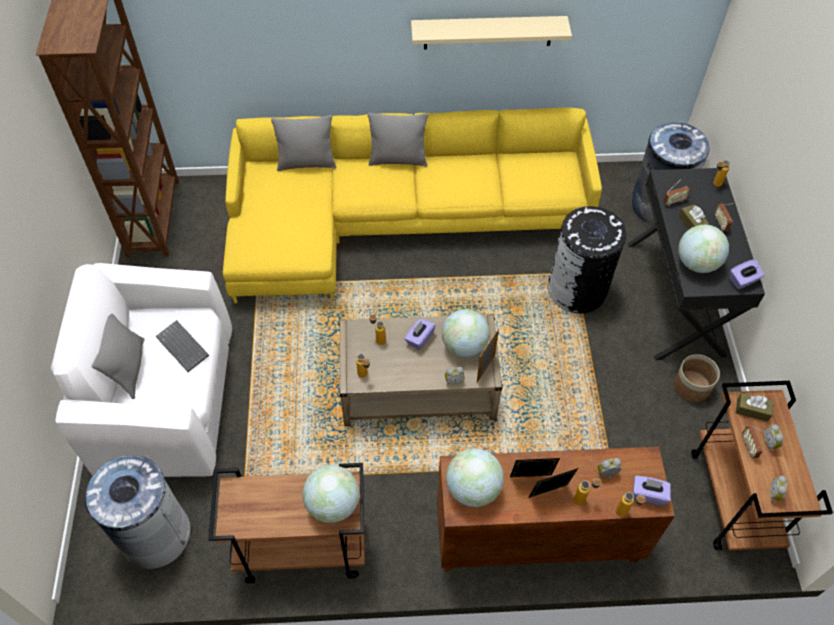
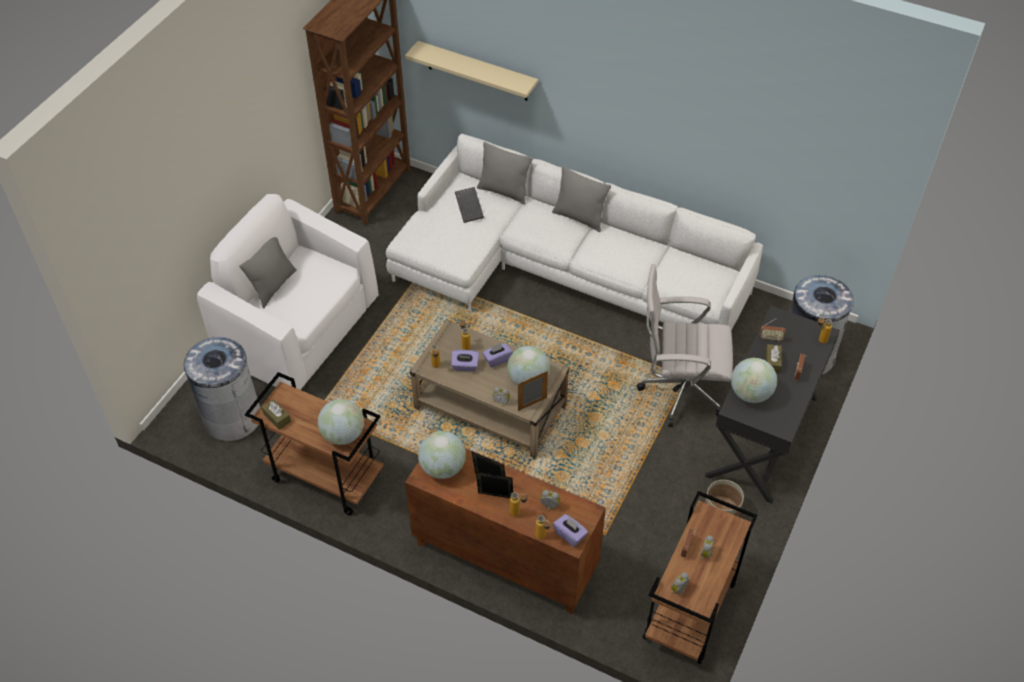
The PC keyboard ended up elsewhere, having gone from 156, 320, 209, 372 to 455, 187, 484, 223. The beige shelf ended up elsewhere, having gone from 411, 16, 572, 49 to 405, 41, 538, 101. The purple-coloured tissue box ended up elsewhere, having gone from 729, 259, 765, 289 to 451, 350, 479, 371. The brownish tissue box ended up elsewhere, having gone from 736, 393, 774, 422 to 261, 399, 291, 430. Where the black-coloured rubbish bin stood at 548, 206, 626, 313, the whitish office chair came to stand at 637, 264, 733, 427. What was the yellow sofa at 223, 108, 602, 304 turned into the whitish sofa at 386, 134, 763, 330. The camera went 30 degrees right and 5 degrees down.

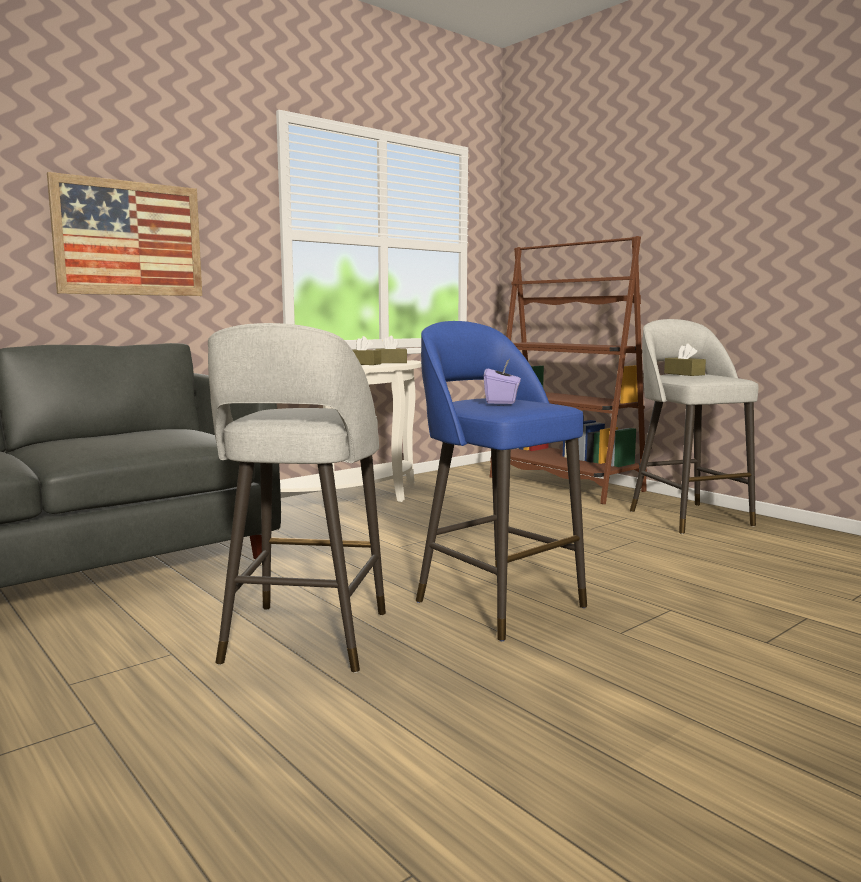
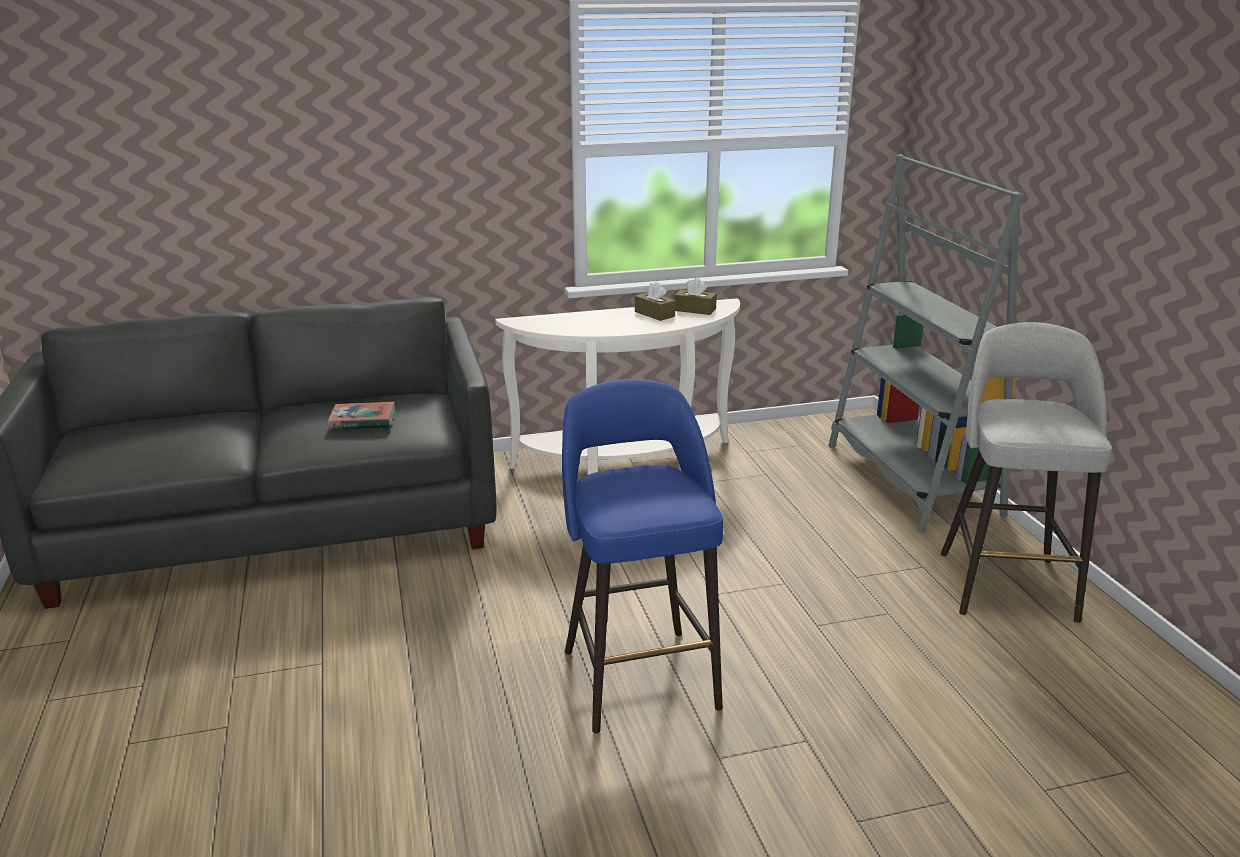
The second view lost the picture at 47, 172, 202, 296. The second view lost the grey stool seat at 208, 323, 386, 673. The second view lost the purple-coloured tissue box at 484, 359, 521, 404. The second view lost the brownish tissue box at 664, 343, 706, 376. The second view gained the bound book at 328, 401, 395, 430. What was the brownish bookcase at 490, 236, 647, 504 turned into the grey bookcase at 828, 154, 1024, 532. The camera went 25 degrees right and 15 degrees up.

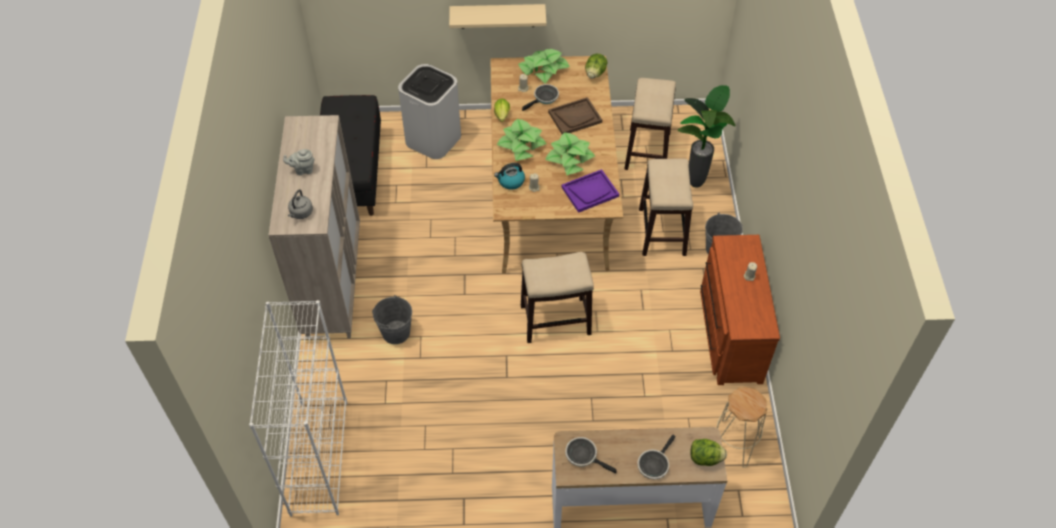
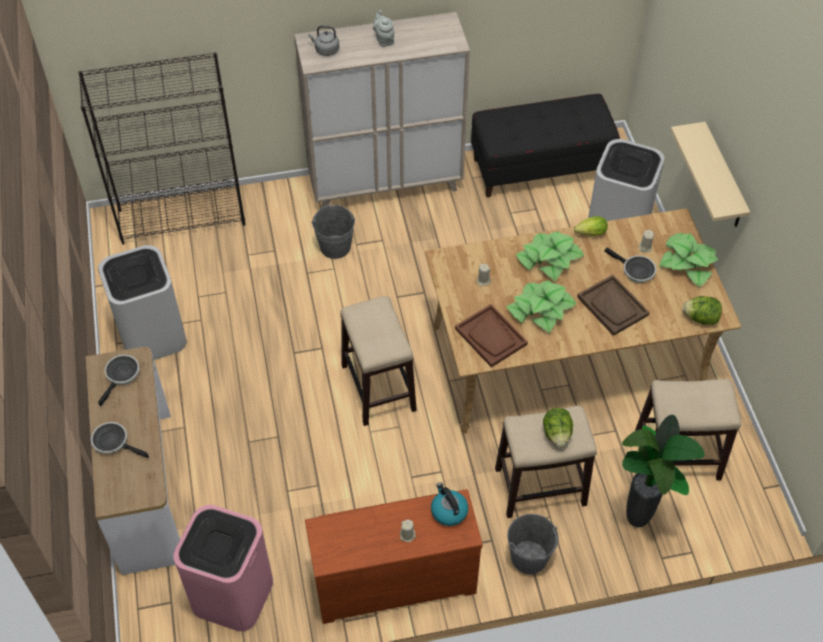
The second view gained the whitish rubbish bin at 98, 245, 187, 360. The kettle ended up elsewhere, having gone from 494, 163, 525, 190 to 431, 482, 468, 526. The lettuce head ended up elsewhere, having gone from 690, 439, 727, 466 to 543, 408, 573, 447. Where the beige stool seat stood at 717, 387, 767, 468, the pinkish rubbish bin came to stand at 174, 505, 273, 631. What was the whitish bookcase at 249, 300, 348, 517 turned into the black-coloured bookcase at 78, 52, 245, 245. What was the purple-coloured carrying tray at 561, 169, 619, 213 turned into the brownish carrying tray at 455, 304, 528, 368. The camera went 80 degrees right and 0 degrees up.

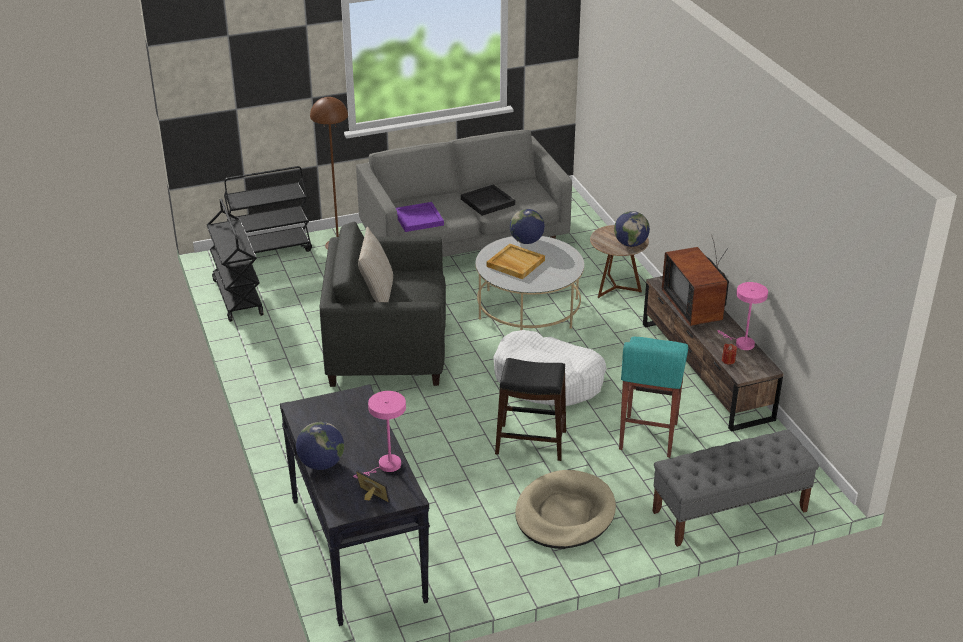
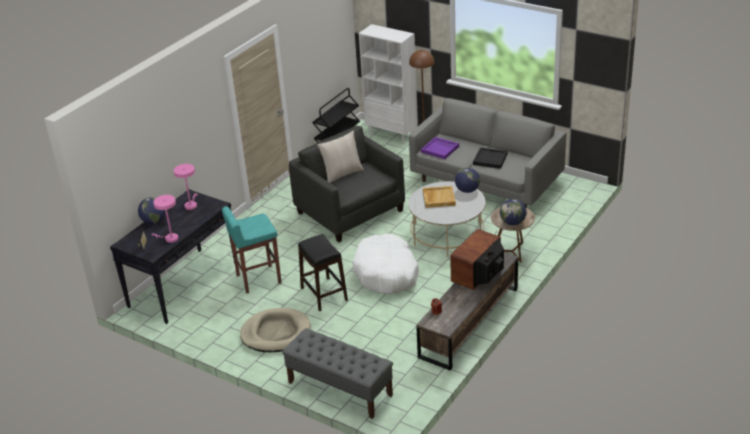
The turquoise stool seat ended up elsewhere, having gone from 619, 337, 688, 457 to 222, 206, 282, 294. The pinkish tabletop lamp ended up elsewhere, having gone from 717, 282, 768, 350 to 174, 164, 198, 210. Where the black-coloured wheeled cart stood at 224, 166, 312, 253, the whitish bookcase came to stand at 359, 24, 418, 144. The camera went 55 degrees right and 0 degrees up.

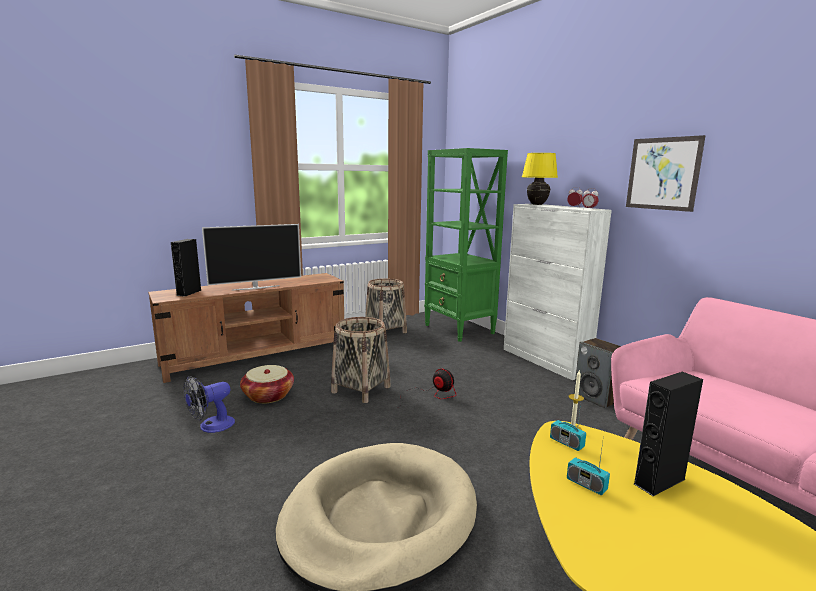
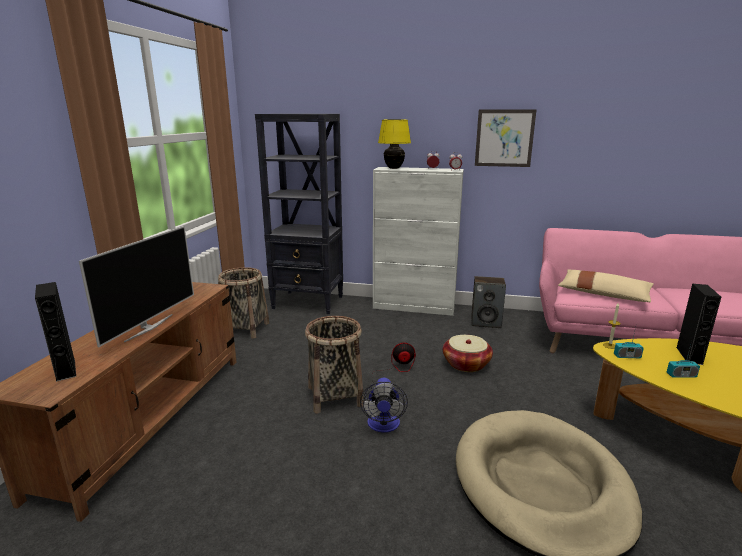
The second view gained the beige cushion at 558, 270, 654, 302. The cooling fan ended up elsewhere, having gone from 184, 376, 235, 433 to 360, 378, 408, 433. The basket ended up elsewhere, having gone from 240, 365, 294, 403 to 443, 335, 493, 372. What was the greenish bookcase at 424, 148, 508, 342 turned into the black-coloured bookcase at 255, 114, 343, 314. The camera went 45 degrees left and 5 degrees up.

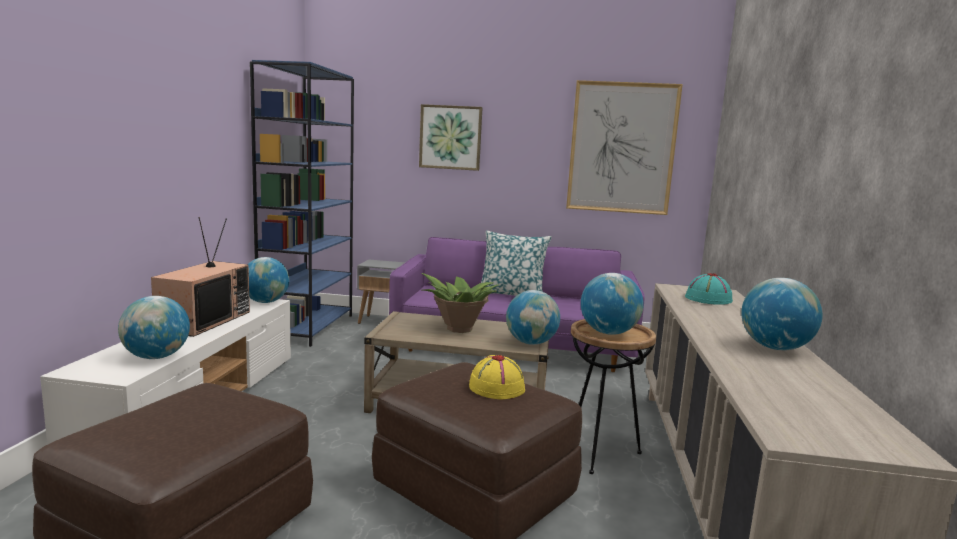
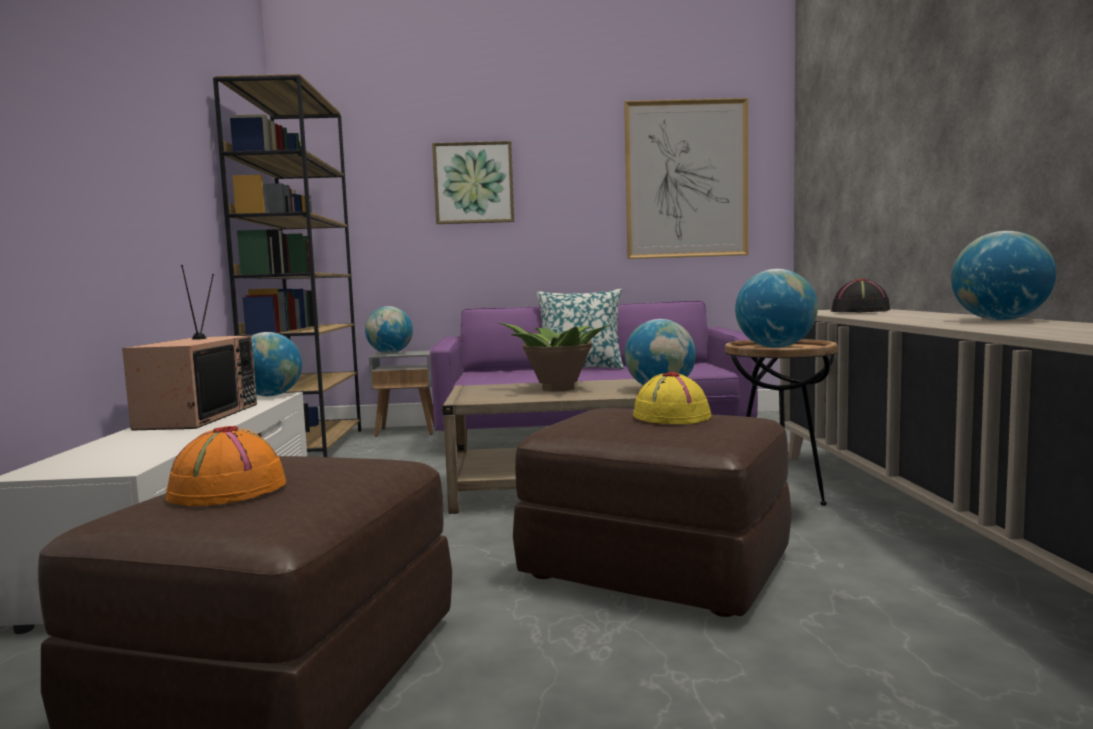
The second view gained the orangey wearable hat at 166, 426, 286, 506. The world globe ended up elsewhere, having gone from 118, 296, 190, 359 to 365, 306, 413, 353. What was the blue bookcase at 250, 60, 354, 347 turned into the brownish bookcase at 213, 74, 361, 457. What was the turquoise wearable hat at 685, 273, 733, 305 turned into the black-coloured wearable hat at 831, 279, 890, 312. The camera went 10 degrees left and 5 degrees down.

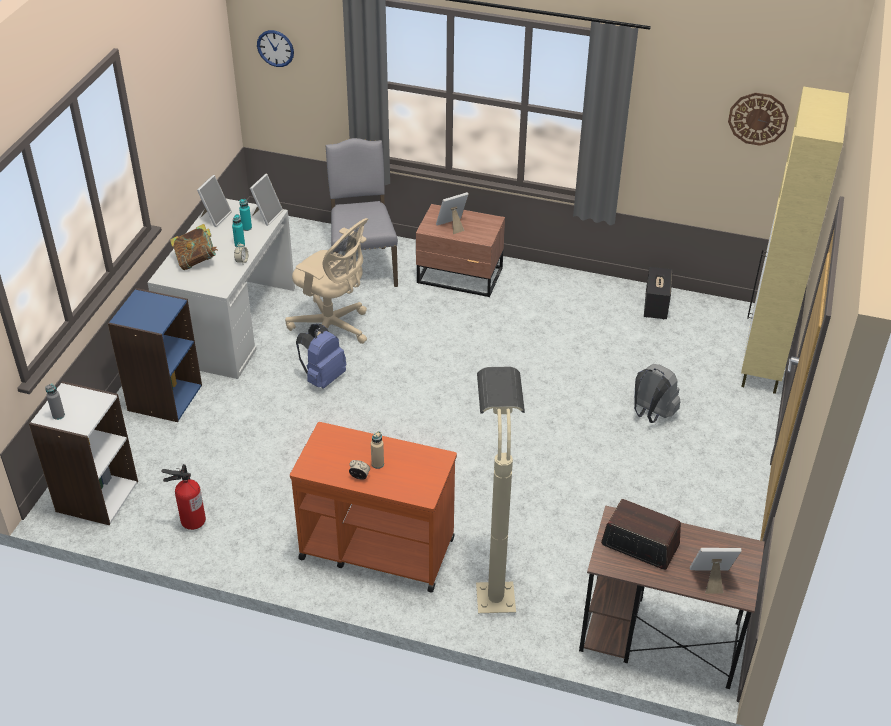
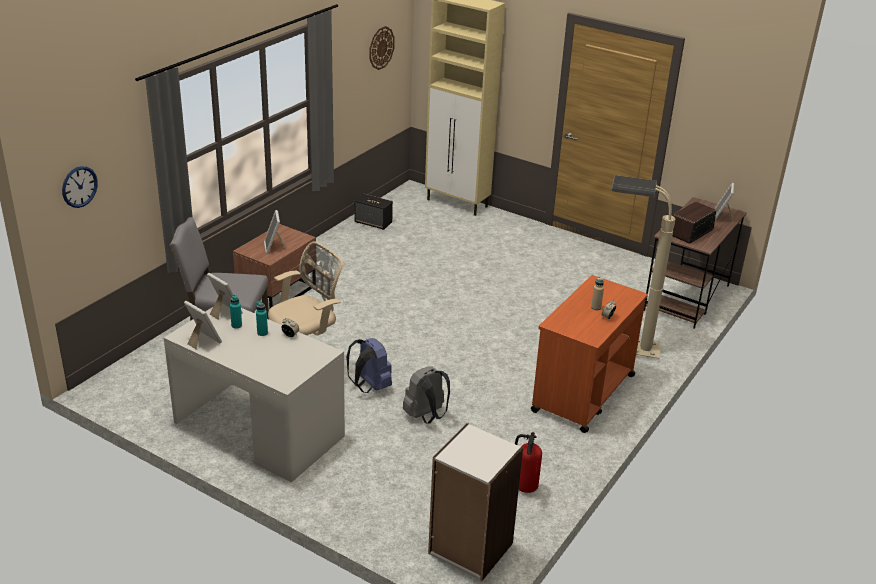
The second view lost the grey drink bottle at 45, 384, 65, 420. The second view lost the blue bookcase at 108, 288, 202, 422. The second view lost the bound book at 170, 224, 218, 270. The grey knapsack ended up elsewhere, having gone from 634, 364, 680, 423 to 403, 366, 450, 424. The camera went 75 degrees left and 10 degrees down.

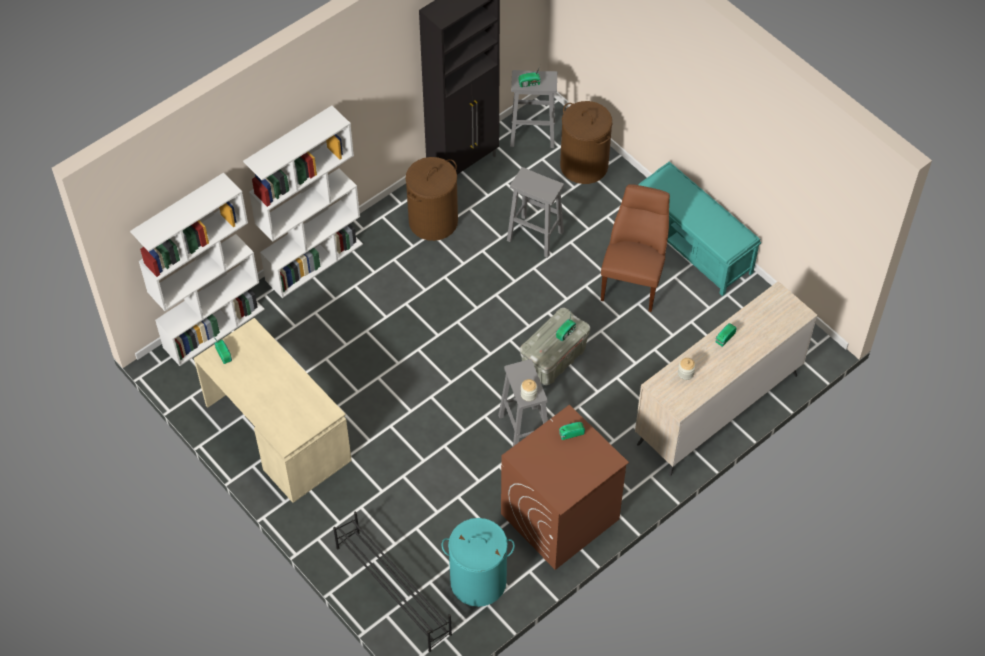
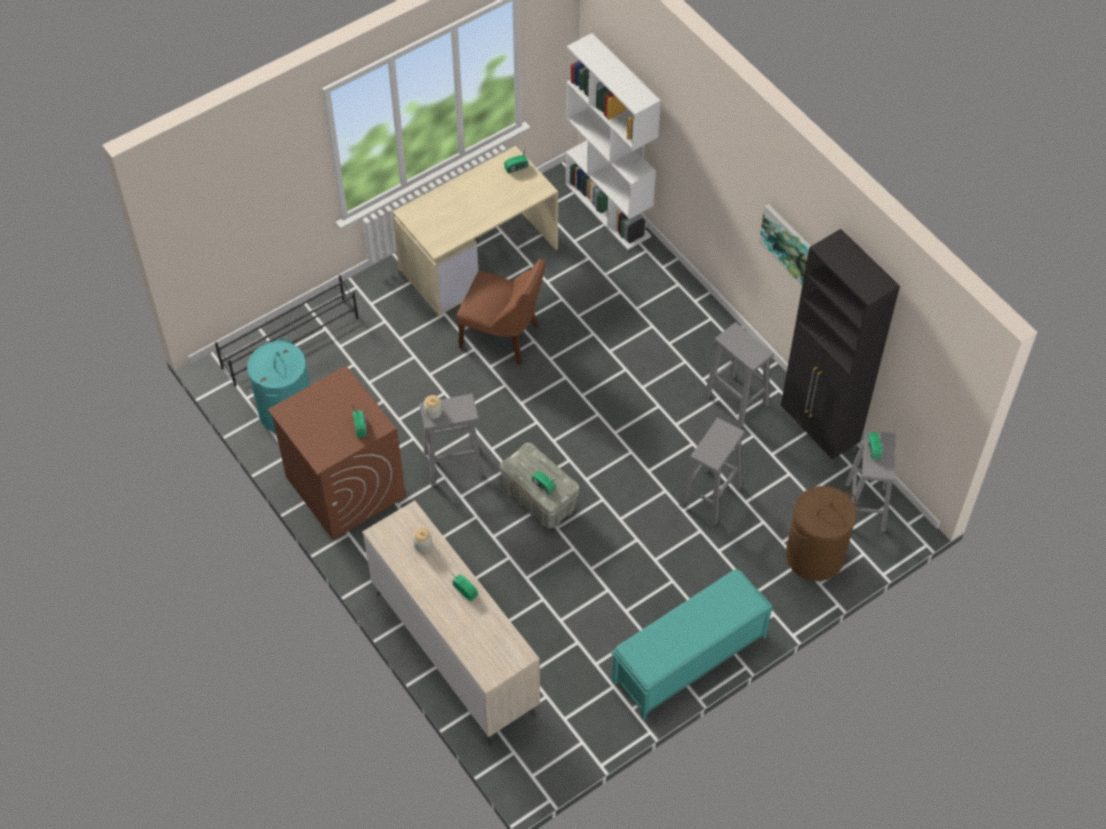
The second view lost the whitish bookcase at 243, 105, 363, 298. The second view gained the picture at 759, 204, 811, 286. The brownish upright chair ended up elsewhere, having gone from 601, 184, 670, 312 to 457, 259, 545, 365. Where the brownish laundry basket stood at 406, 157, 458, 241, the grey stool seat came to stand at 704, 322, 774, 428. The camera went 95 degrees right and 0 degrees up.

